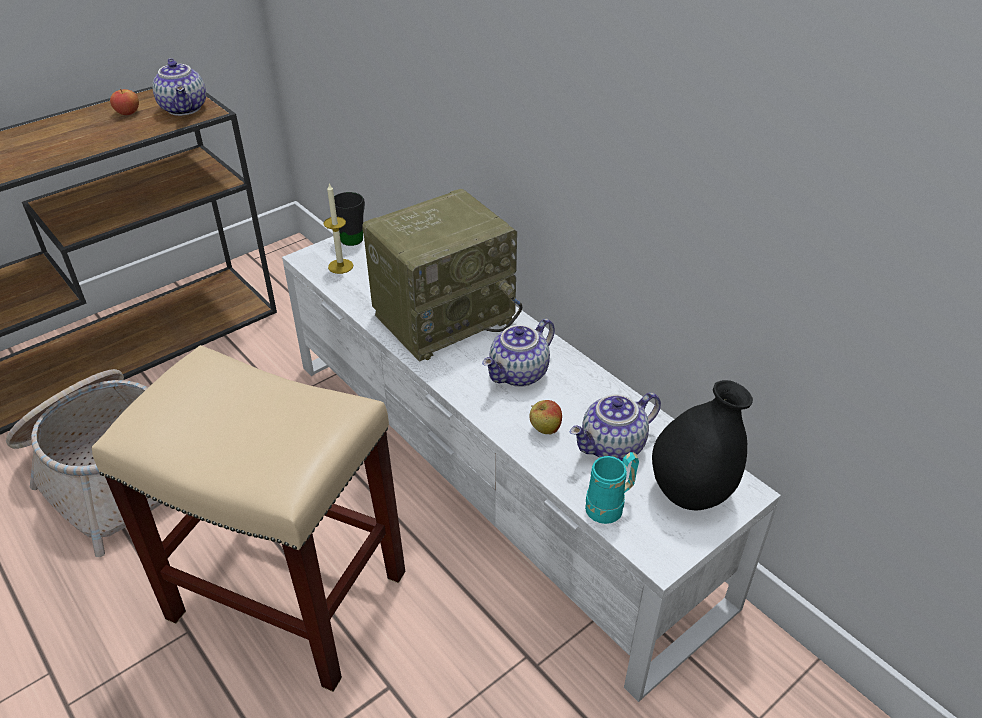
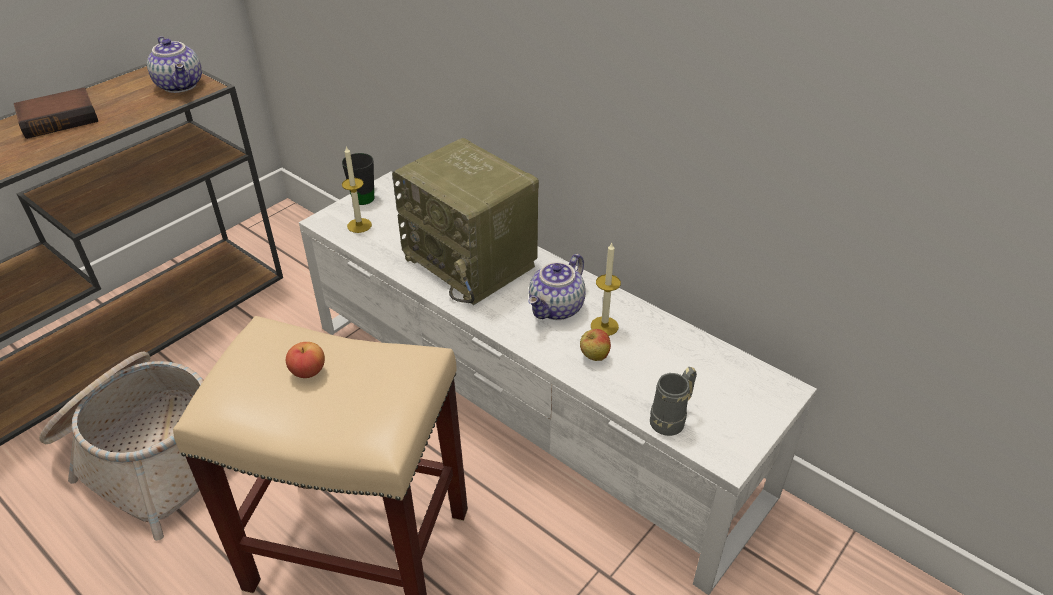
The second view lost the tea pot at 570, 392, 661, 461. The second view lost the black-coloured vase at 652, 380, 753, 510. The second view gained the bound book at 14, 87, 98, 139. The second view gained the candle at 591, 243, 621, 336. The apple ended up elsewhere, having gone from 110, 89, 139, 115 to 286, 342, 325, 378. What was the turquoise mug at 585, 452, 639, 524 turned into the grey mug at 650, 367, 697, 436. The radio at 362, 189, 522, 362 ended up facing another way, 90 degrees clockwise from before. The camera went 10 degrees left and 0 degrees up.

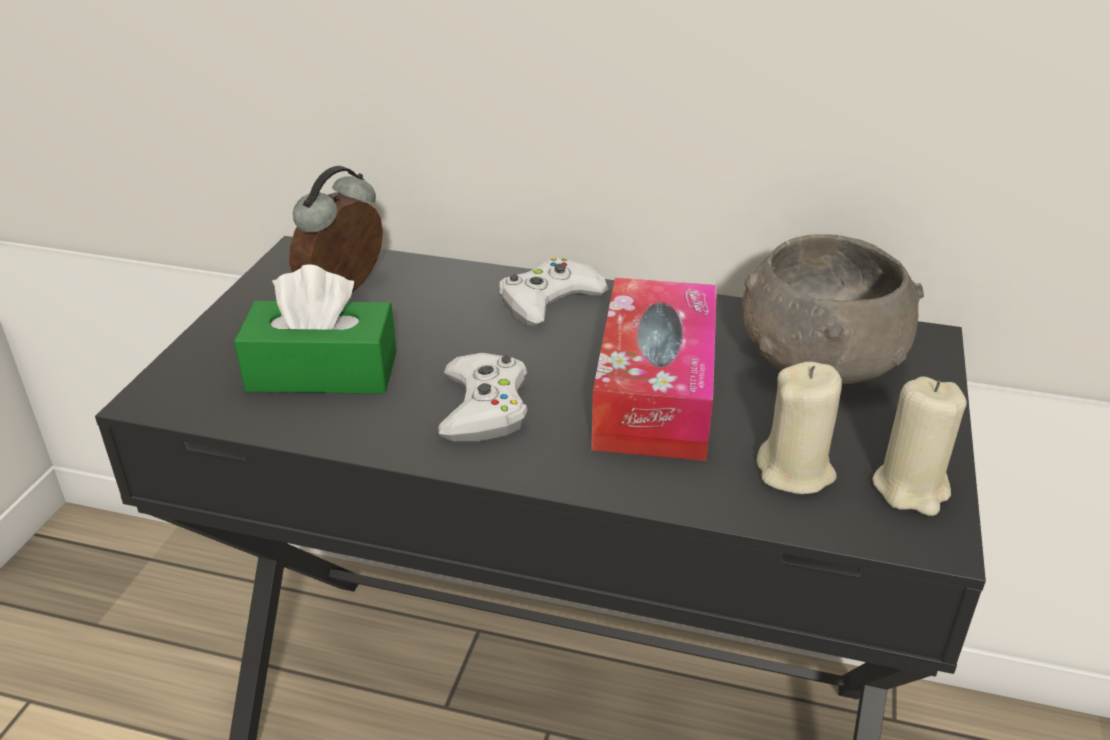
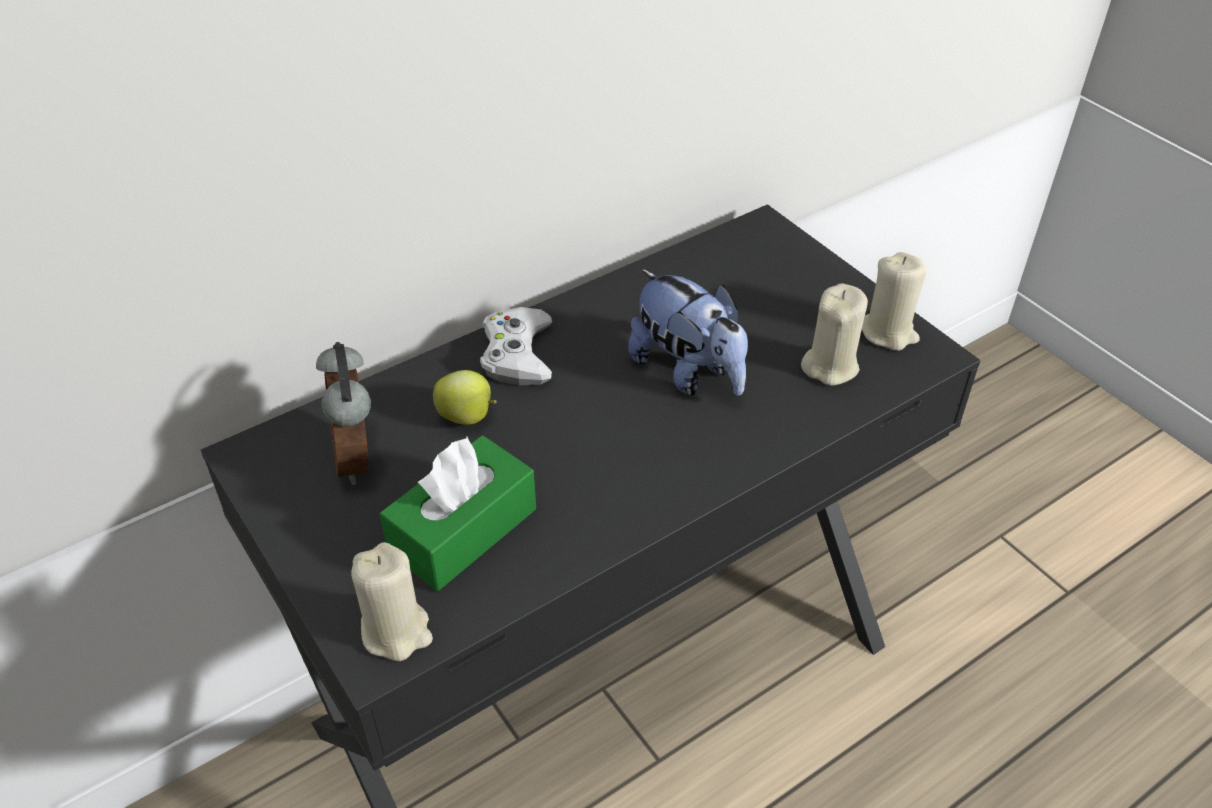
The second view lost the whitish game controller at 438, 353, 528, 441. The second view lost the grey serving bowl at 742, 234, 924, 384. The second view gained the beige candle at 351, 542, 433, 661. The second view gained the apple at 433, 370, 497, 425. Where the tissue box stood at 591, 278, 717, 461, the cuddly toy came to stand at 628, 269, 748, 396. The camera went 50 degrees left and 10 degrees up.

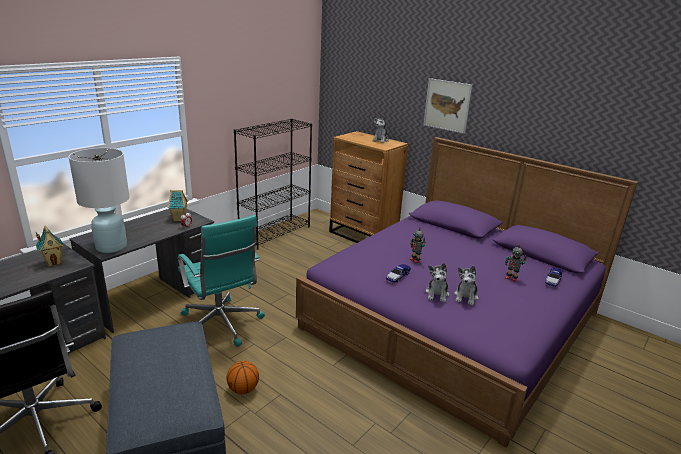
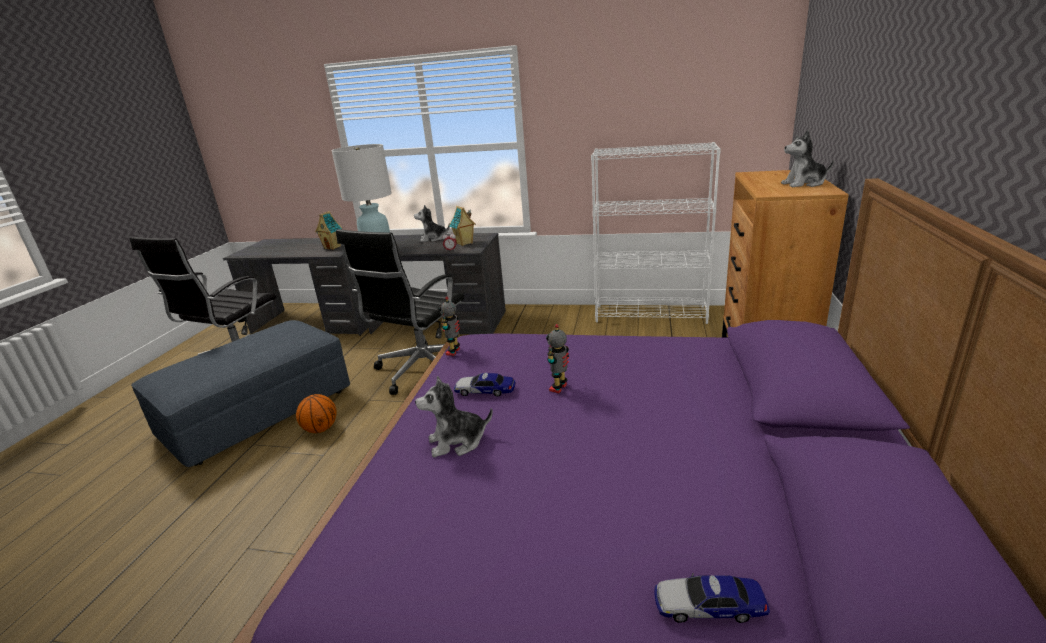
The second view lost the picture at 423, 78, 473, 134. The cuddly toy ended up elsewhere, having gone from 454, 266, 479, 306 to 414, 205, 450, 242. The toy robot ended up elsewhere, having gone from 505, 244, 527, 282 to 439, 297, 460, 356. What was the turquoise office chair at 178, 215, 265, 347 turned into the black-coloured office chair at 336, 229, 464, 395. What was the black-coloured bookcase at 234, 119, 312, 250 turned into the whitish bookcase at 591, 142, 721, 324. The camera went 65 degrees right and 0 degrees up.

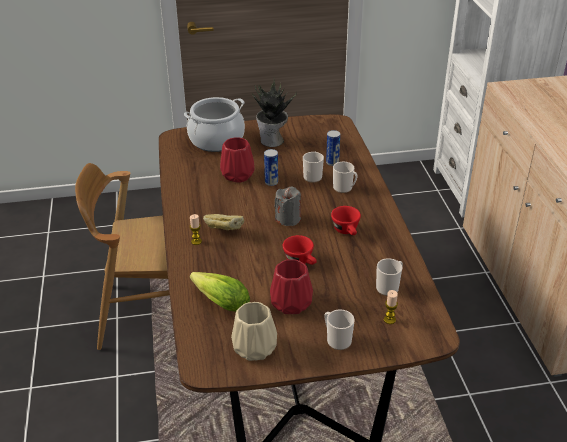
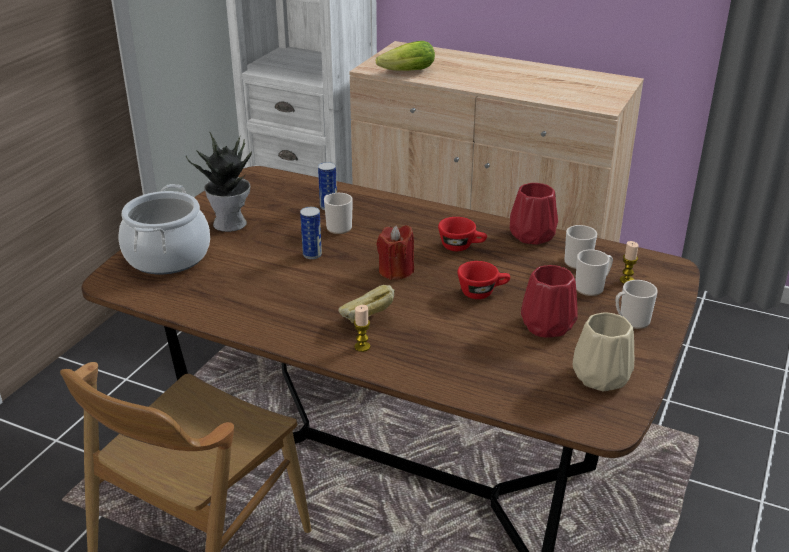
The lettuce head ended up elsewhere, having gone from 190, 272, 250, 312 to 376, 41, 435, 71. The reddish vase ended up elsewhere, having gone from 220, 137, 255, 183 to 510, 183, 558, 245. The mug ended up elsewhere, having gone from 333, 162, 358, 193 to 575, 250, 613, 296. What was the grey candle at 275, 186, 301, 226 turned into the reddish candle at 377, 225, 414, 280. The camera went 55 degrees left and 5 degrees down.

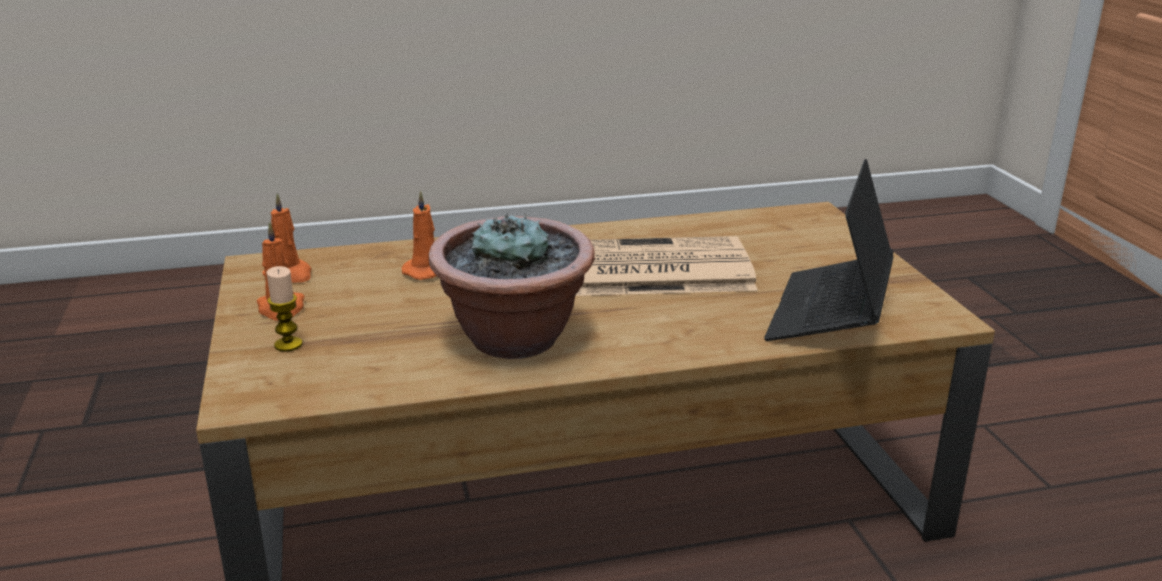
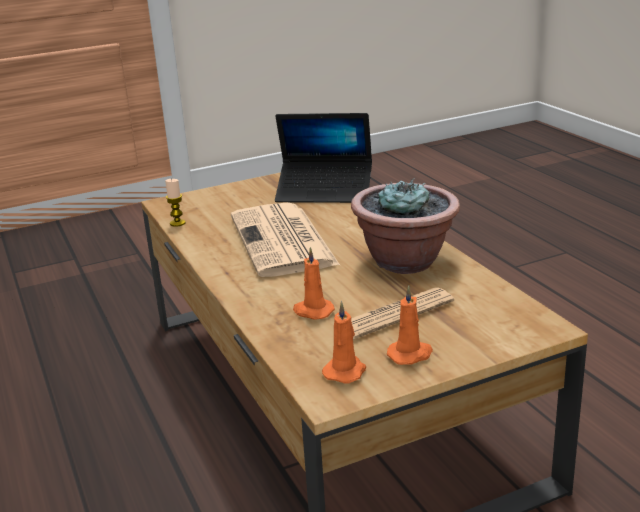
The second view gained the daily paper at 351, 287, 454, 340. The candle ended up elsewhere, having gone from 267, 266, 302, 352 to 165, 179, 186, 227. The camera went 100 degrees left and 0 degrees up.

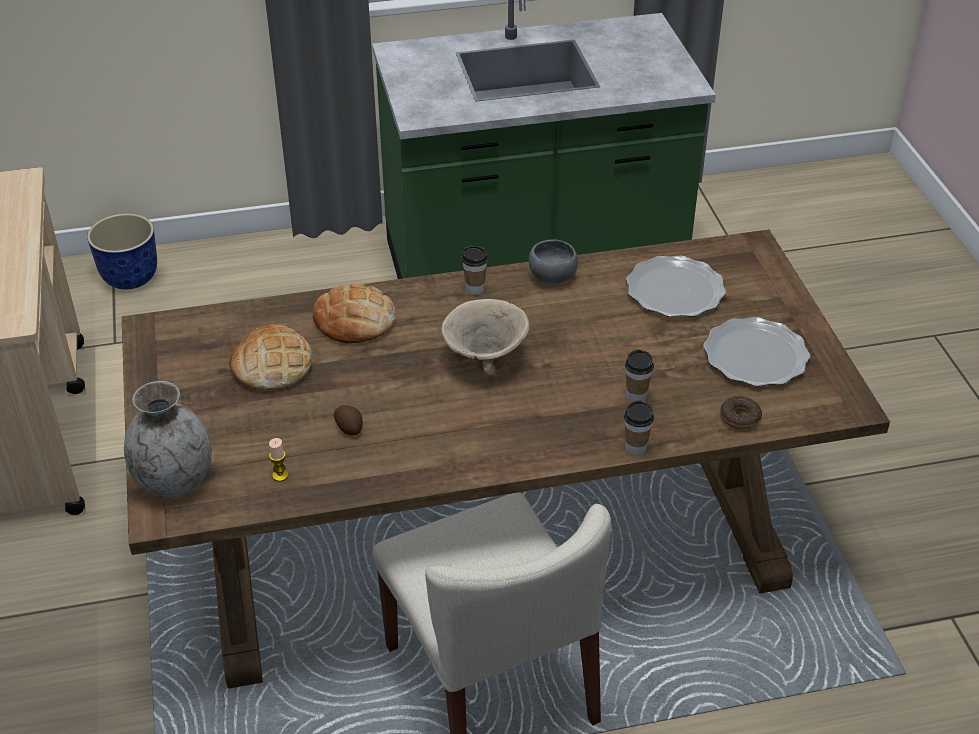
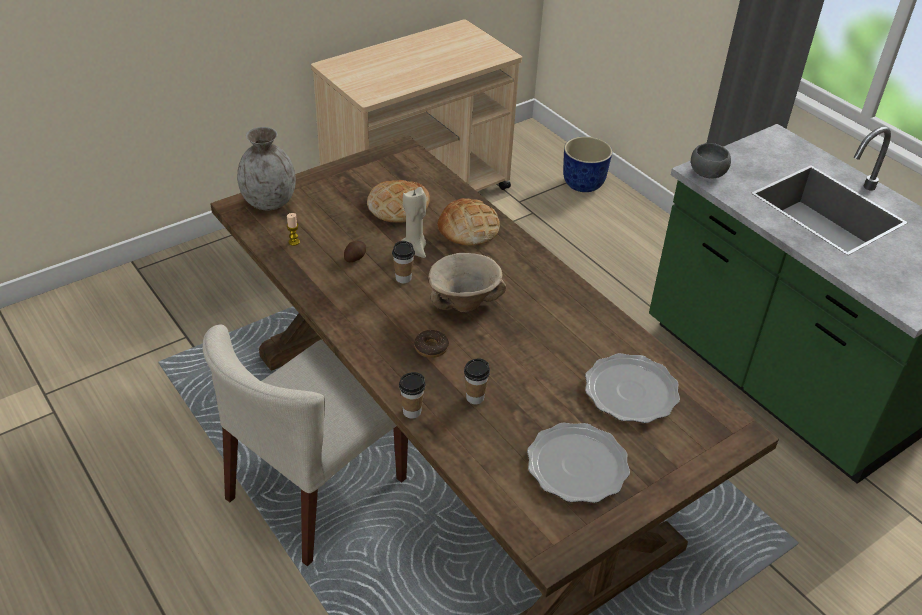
The second view gained the beige candle at 401, 187, 426, 258. The small cup ended up elsewhere, having gone from 462, 246, 488, 295 to 392, 241, 415, 283. The grey serving bowl ended up elsewhere, having gone from 529, 239, 578, 284 to 691, 143, 731, 178. The ring doughnut ended up elsewhere, having gone from 720, 396, 762, 430 to 414, 330, 449, 358. The camera went 65 degrees right and 0 degrees up.

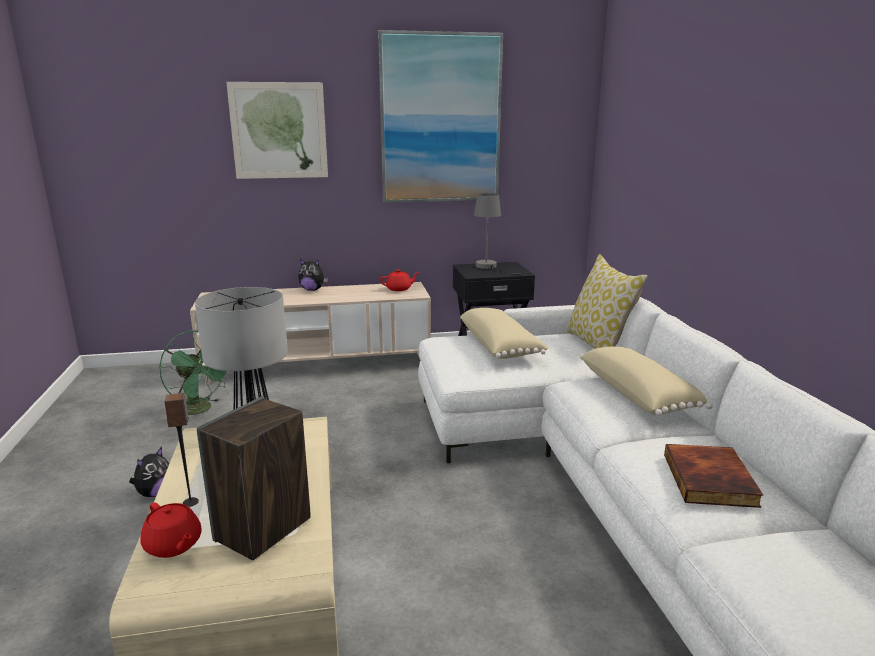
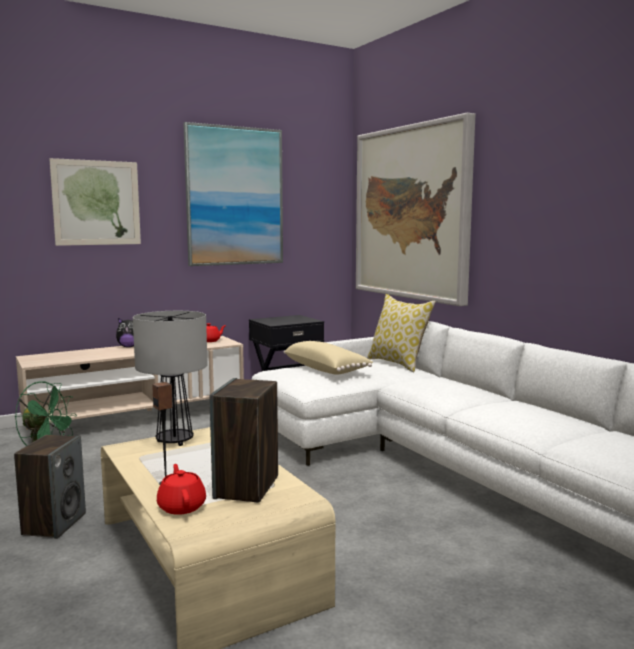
The second view lost the grey tabletop lamp at 474, 193, 528, 275. The second view lost the beige cushion at 580, 347, 713, 416. The second view lost the bound book at 664, 444, 763, 508. The second view gained the picture at 356, 113, 476, 306. Where the cuddly toy stood at 129, 447, 169, 497, the loudspeaker came to stand at 14, 435, 86, 539. The reddish tea pot at 140, 503, 202, 558 ended up facing another way, 135 degrees counterclockwise from before. The camera went 20 degrees left and 10 degrees down.

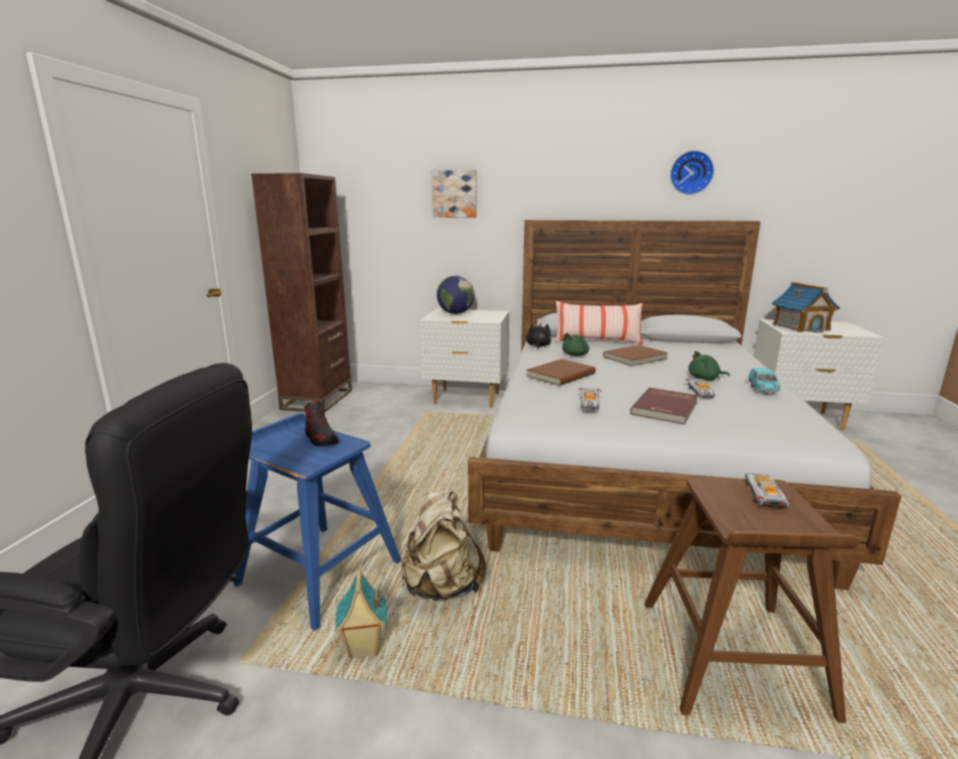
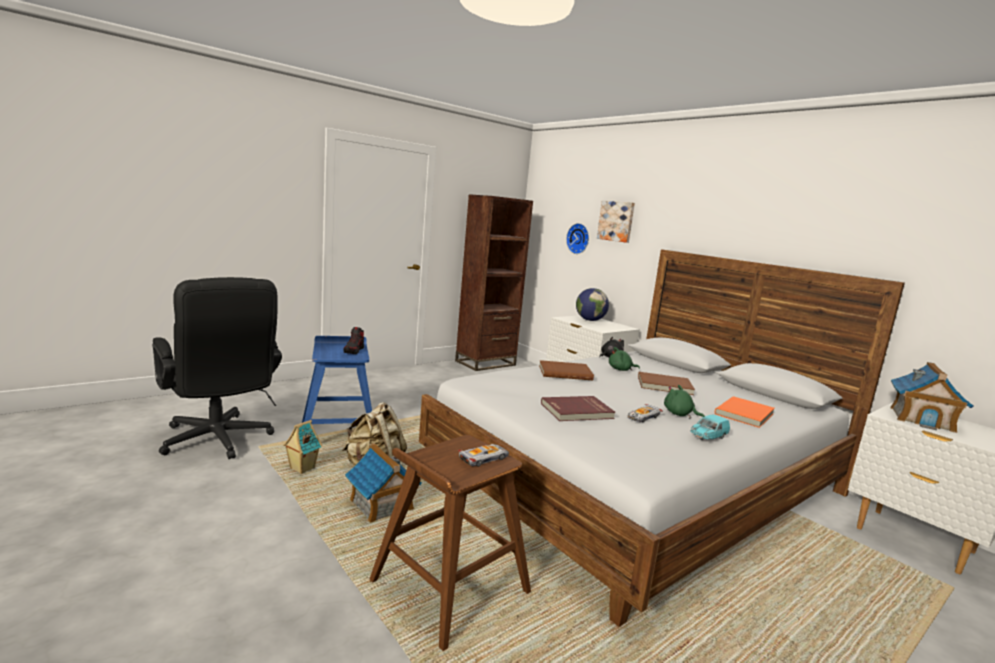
The second view lost the cushion at 555, 301, 643, 344. The second view lost the miniature car at 578, 388, 601, 410. The second view gained the miniature house at 345, 443, 422, 523. The second view gained the orangey bound book at 715, 396, 775, 428. The wall clock ended up elsewhere, having gone from 670, 150, 714, 195 to 566, 223, 589, 254. The camera went 40 degrees right and 5 degrees down.

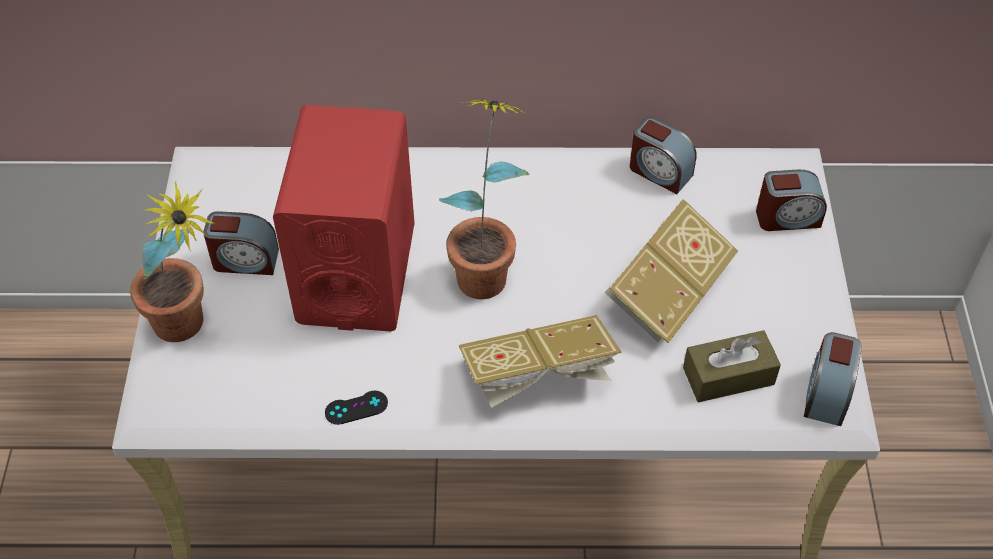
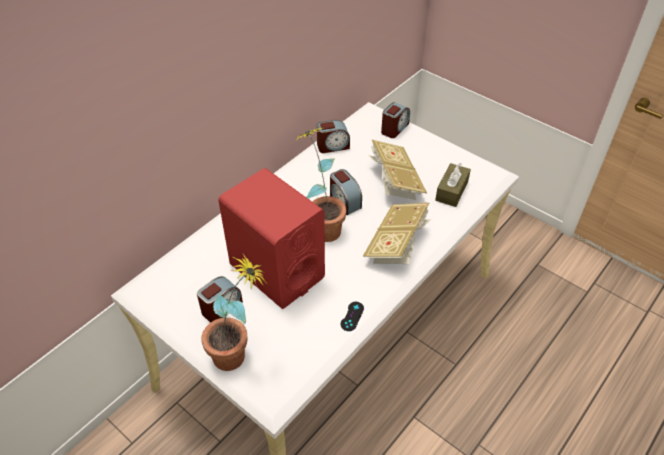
The alarm clock ended up elsewhere, having gone from 804, 332, 862, 426 to 330, 169, 362, 215. The camera went 50 degrees left and 5 degrees down.

